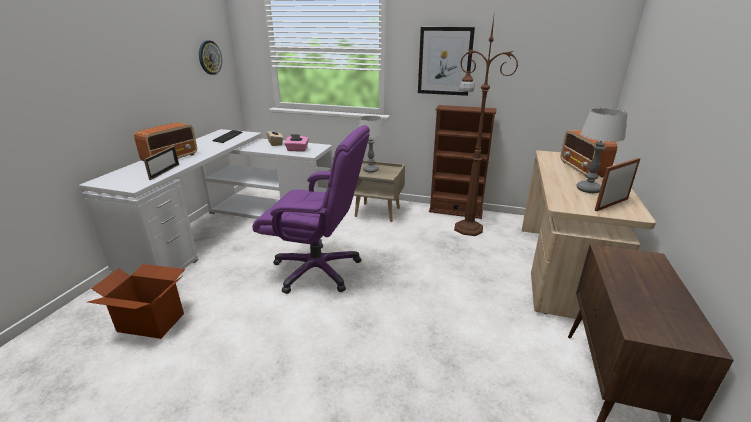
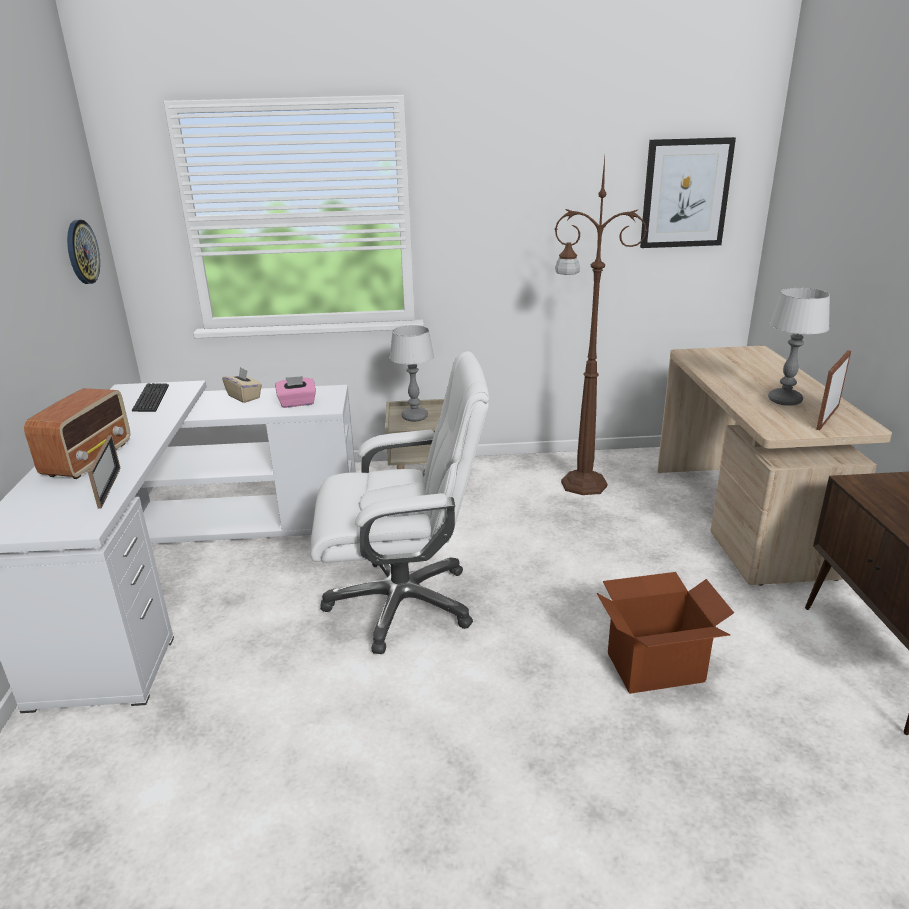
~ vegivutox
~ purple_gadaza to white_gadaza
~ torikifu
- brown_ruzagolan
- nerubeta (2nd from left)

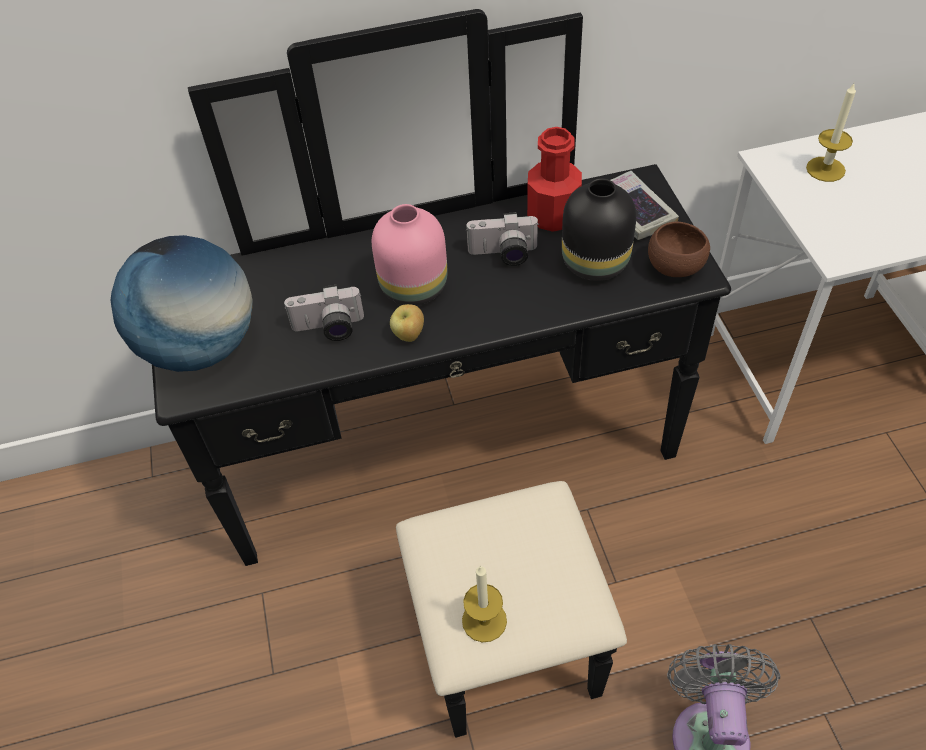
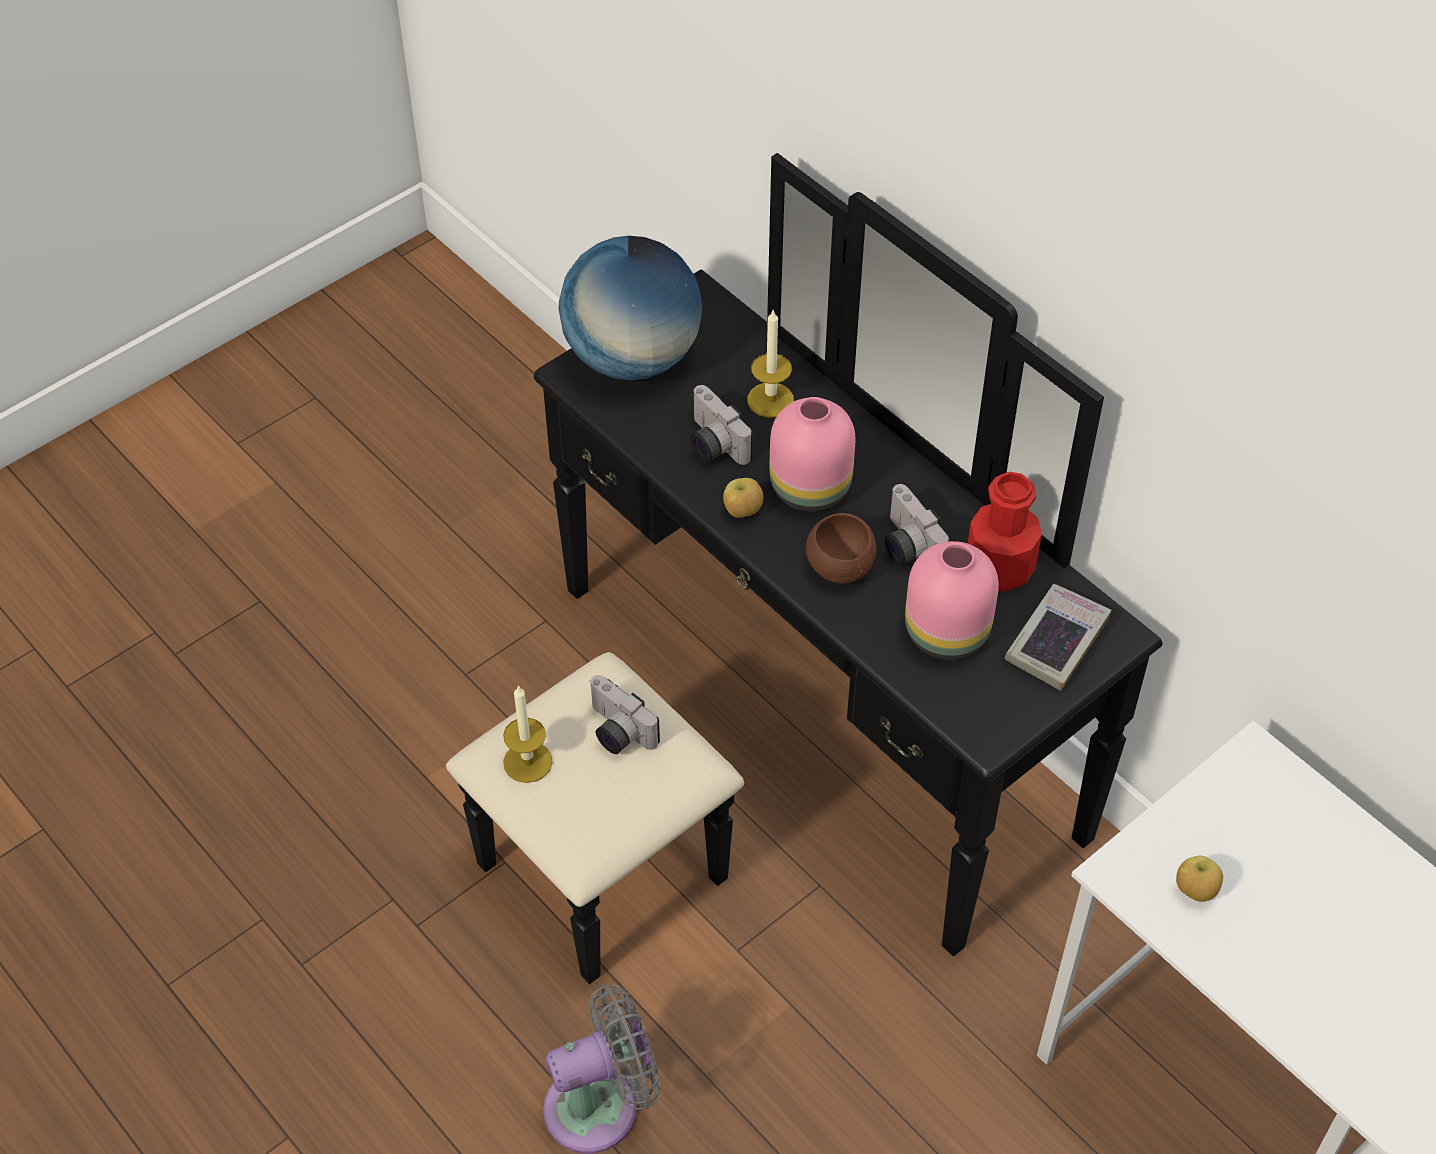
~ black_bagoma to pink_bagoma (2nd from left)
~ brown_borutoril
~ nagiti (2nd from left)
+ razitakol (1st from left)
+ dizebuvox (2nd from left)

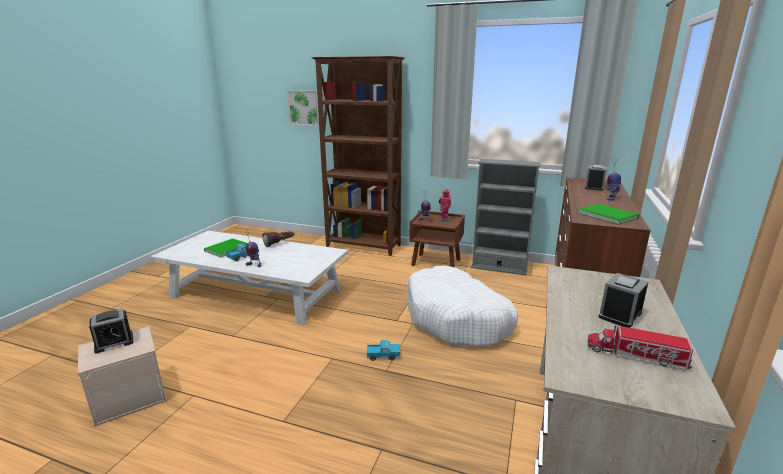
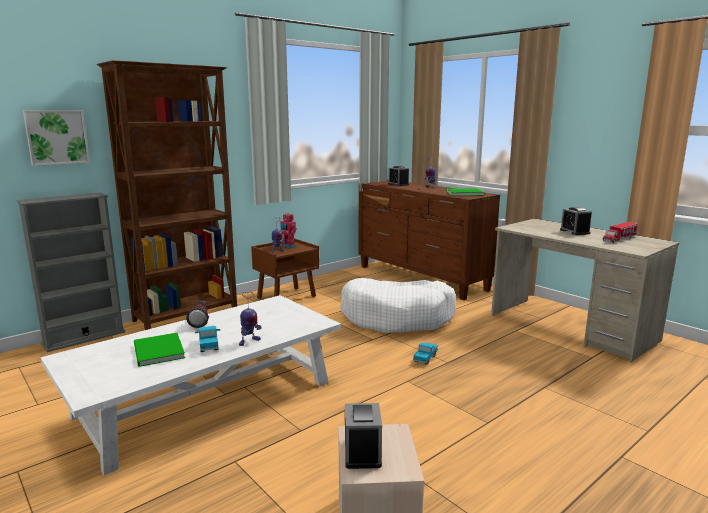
~ grey_ruzagolan

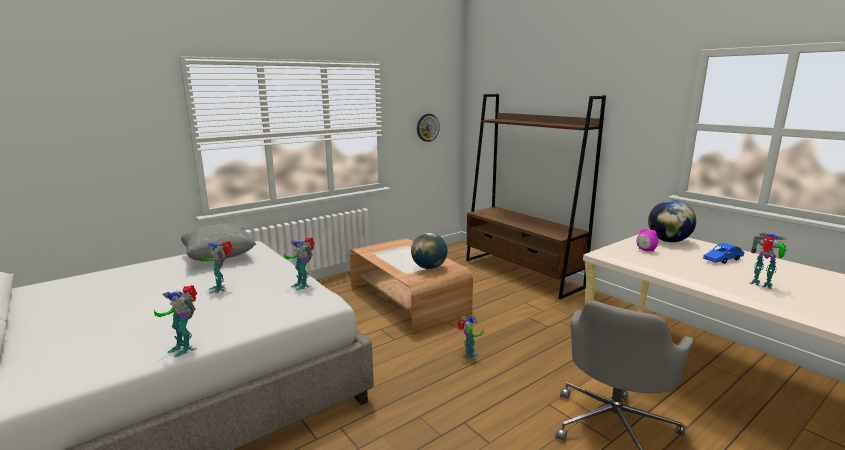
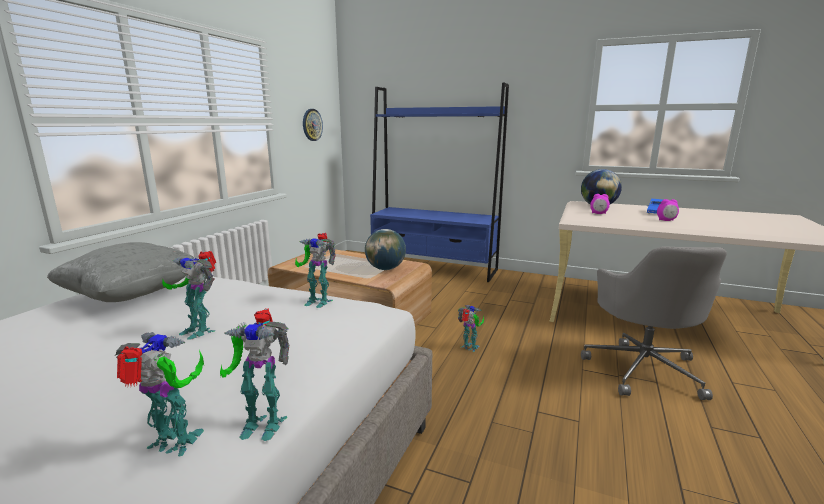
~ brown_ruzagolan to blue_ruzagolan
~ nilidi (5th from left in the first image) to nilidi (1st from left)
+ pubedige (2nd from left)

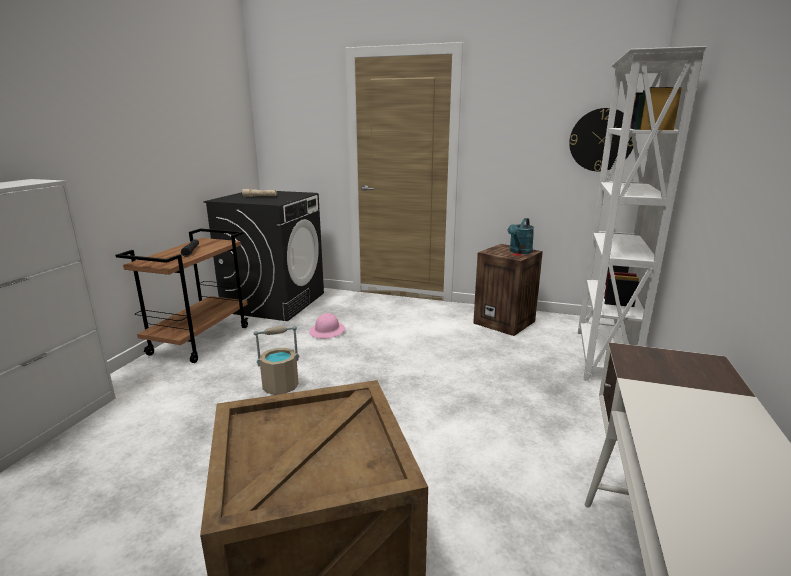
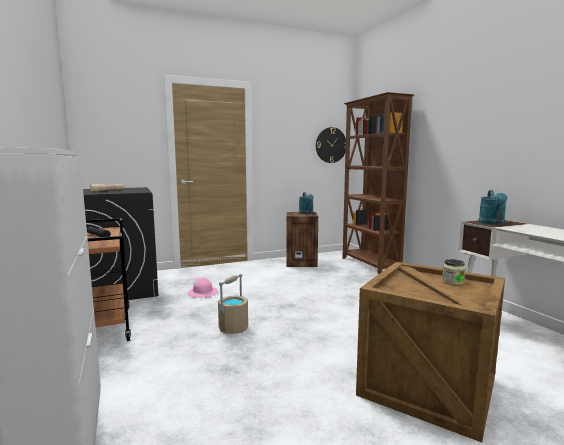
~ white_ruzagolan to brown_ruzagolan
+ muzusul
+ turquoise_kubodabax (2nd from left)

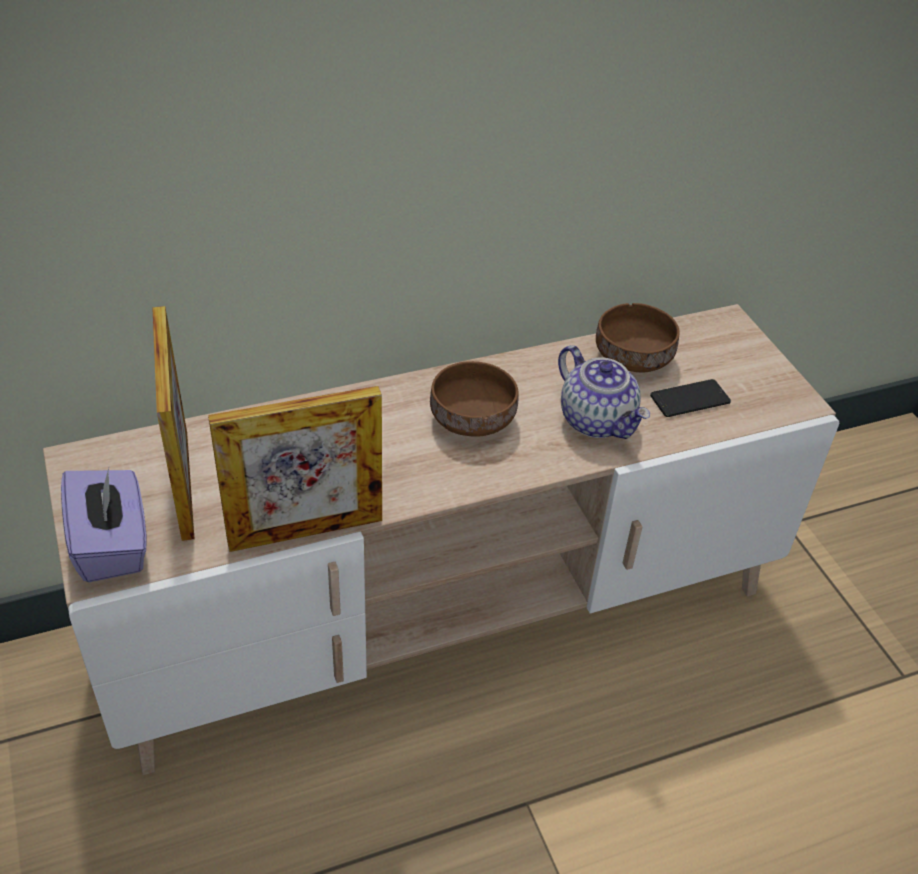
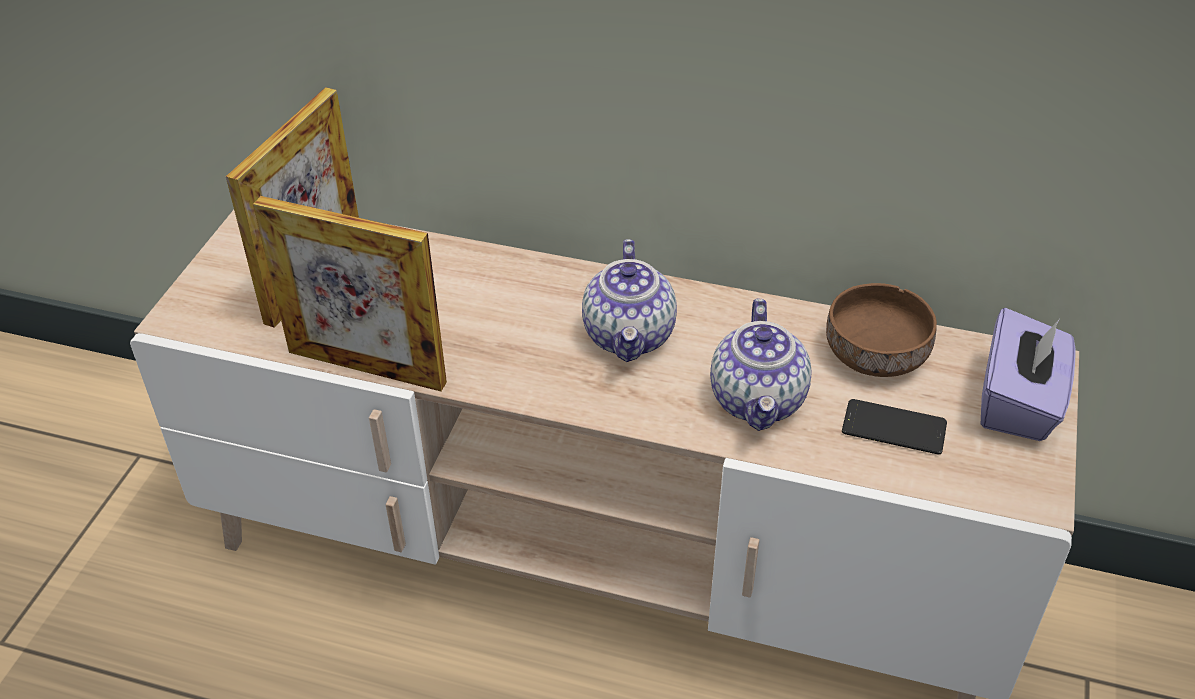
~ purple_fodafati
~ brown_borutoril (1st from left) to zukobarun (1st from left)

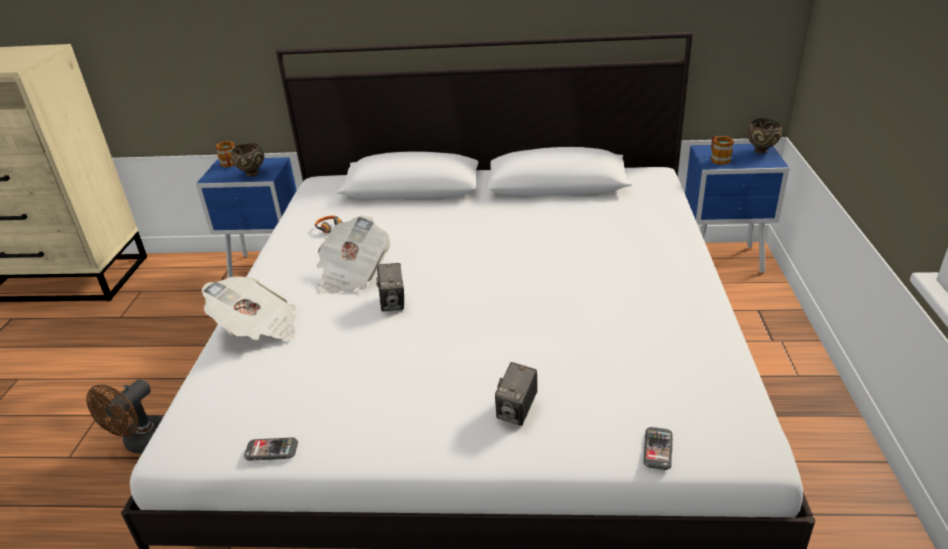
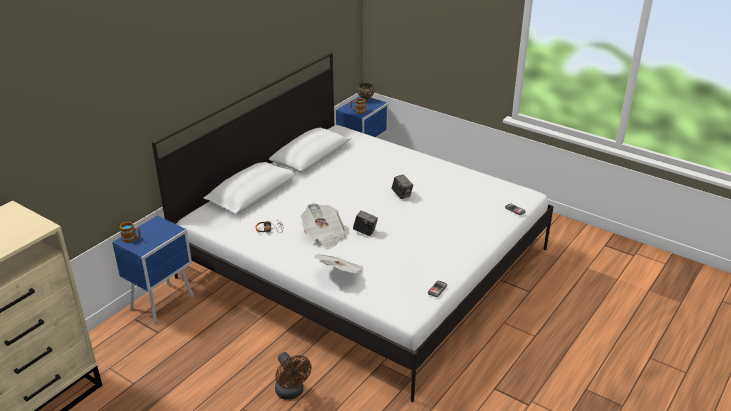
- brown_borutoril (1st from left)
~ razitakol (2nd from left)

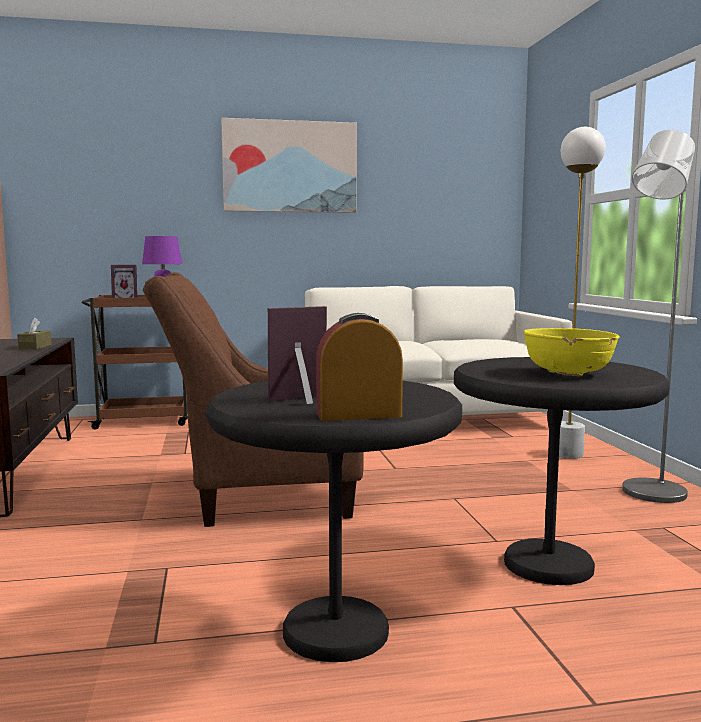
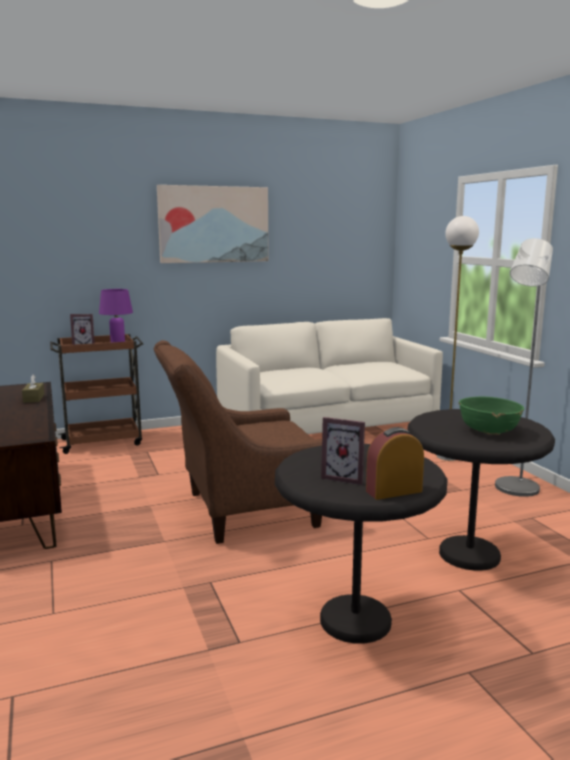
~ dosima (2nd from left) 120 degrees counterclockwise
~ yellow_borutoril to green_borutoril

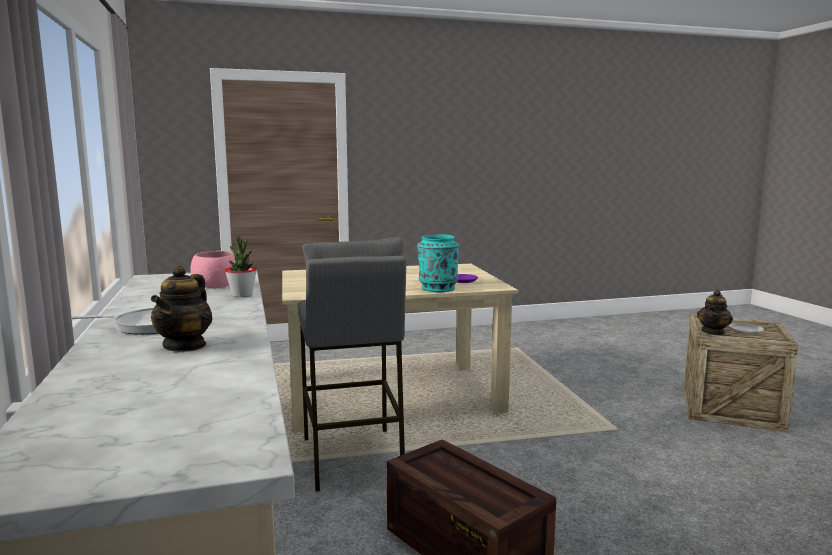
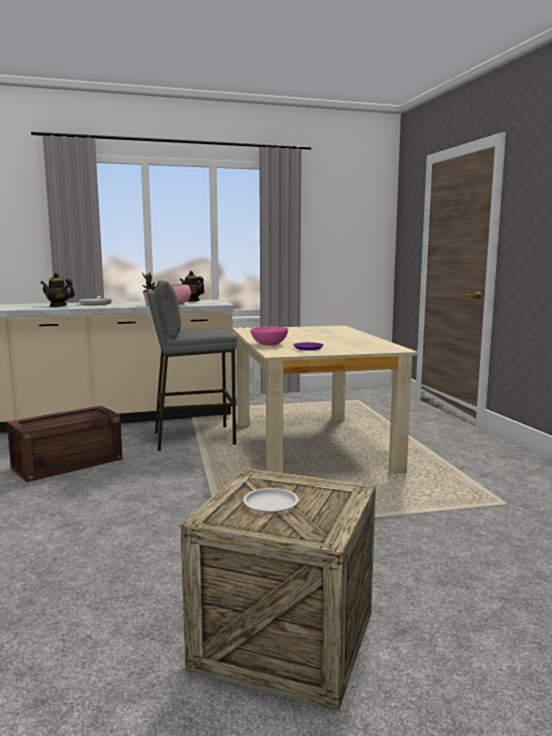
~ turquoise_bagoma to pink_borutoril (2nd from left)
~ zukobarun (2nd from left)

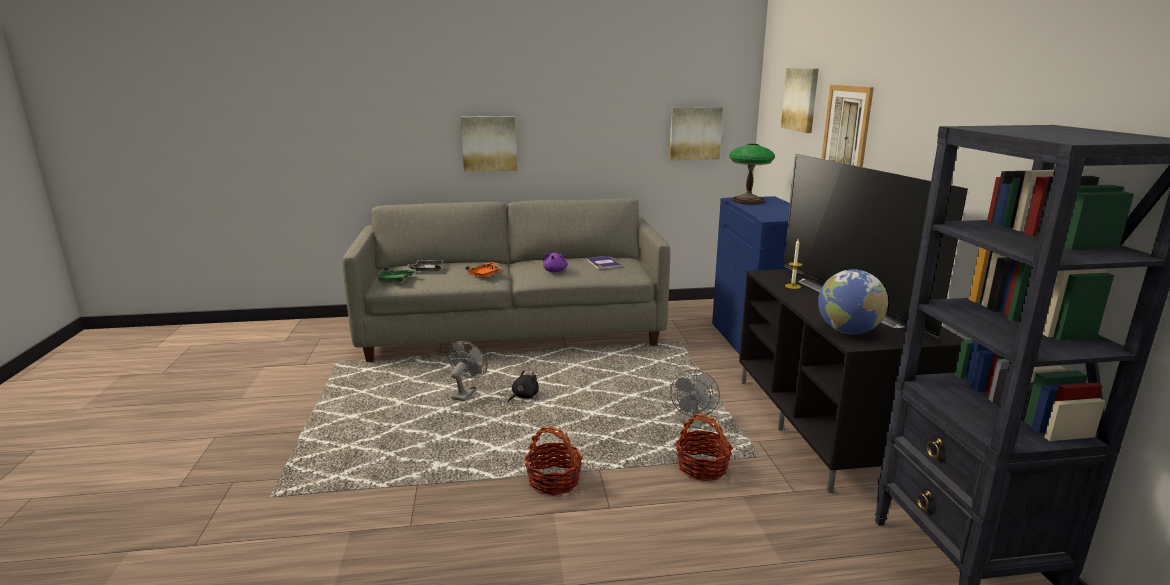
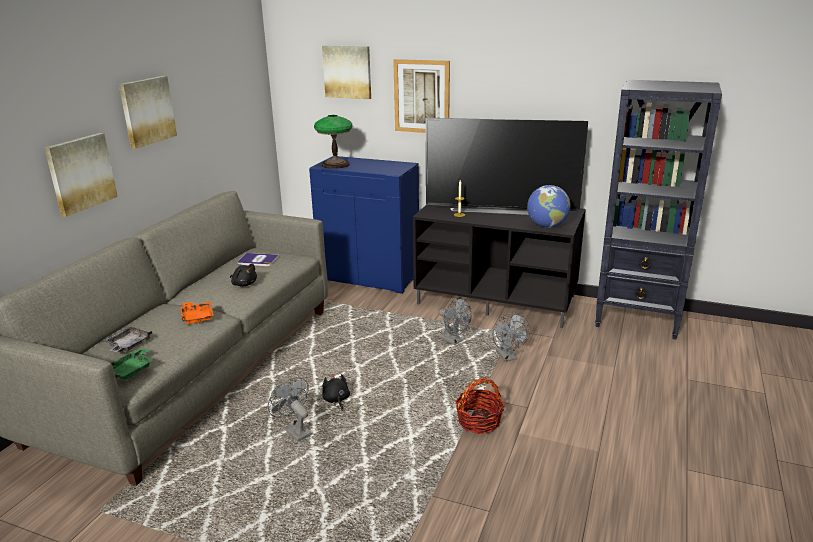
~ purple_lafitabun to black_lafitabun (1st from left)
~ torikifu (2nd from left)
~ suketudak (2nd from left) to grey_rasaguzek (3rd from left)

